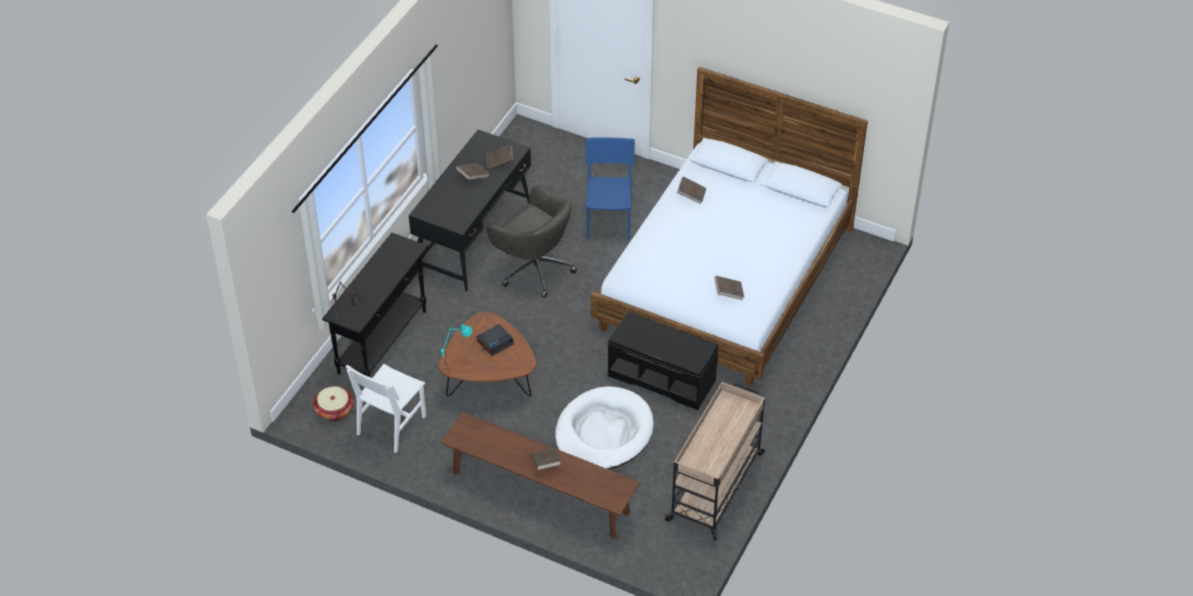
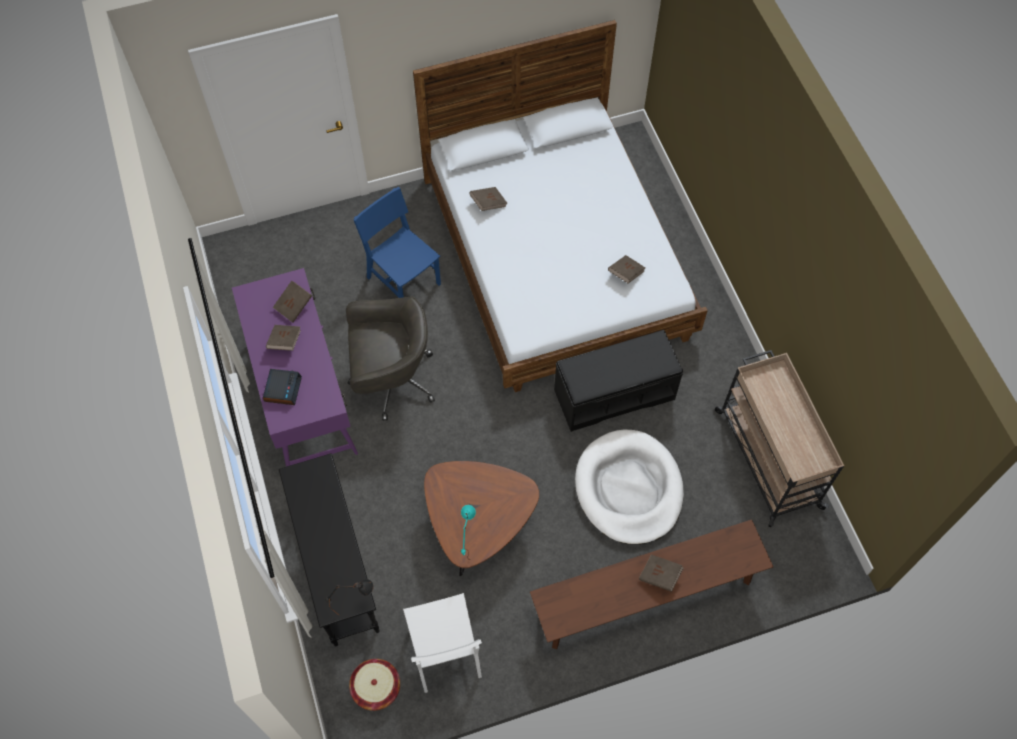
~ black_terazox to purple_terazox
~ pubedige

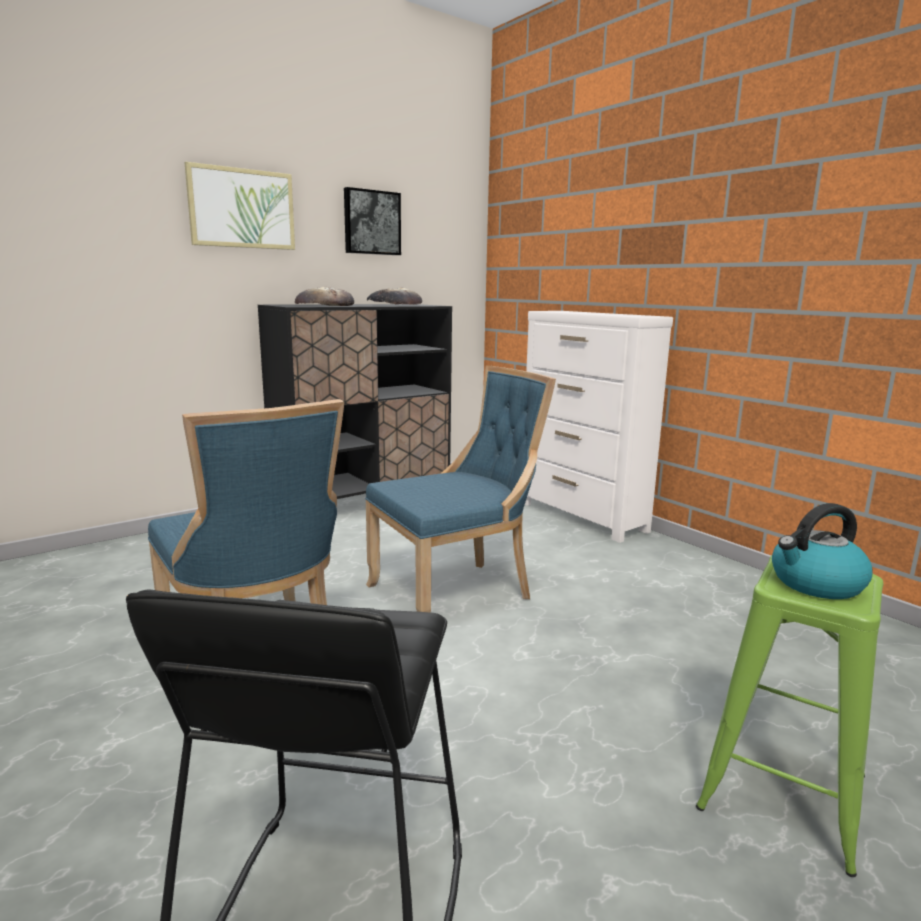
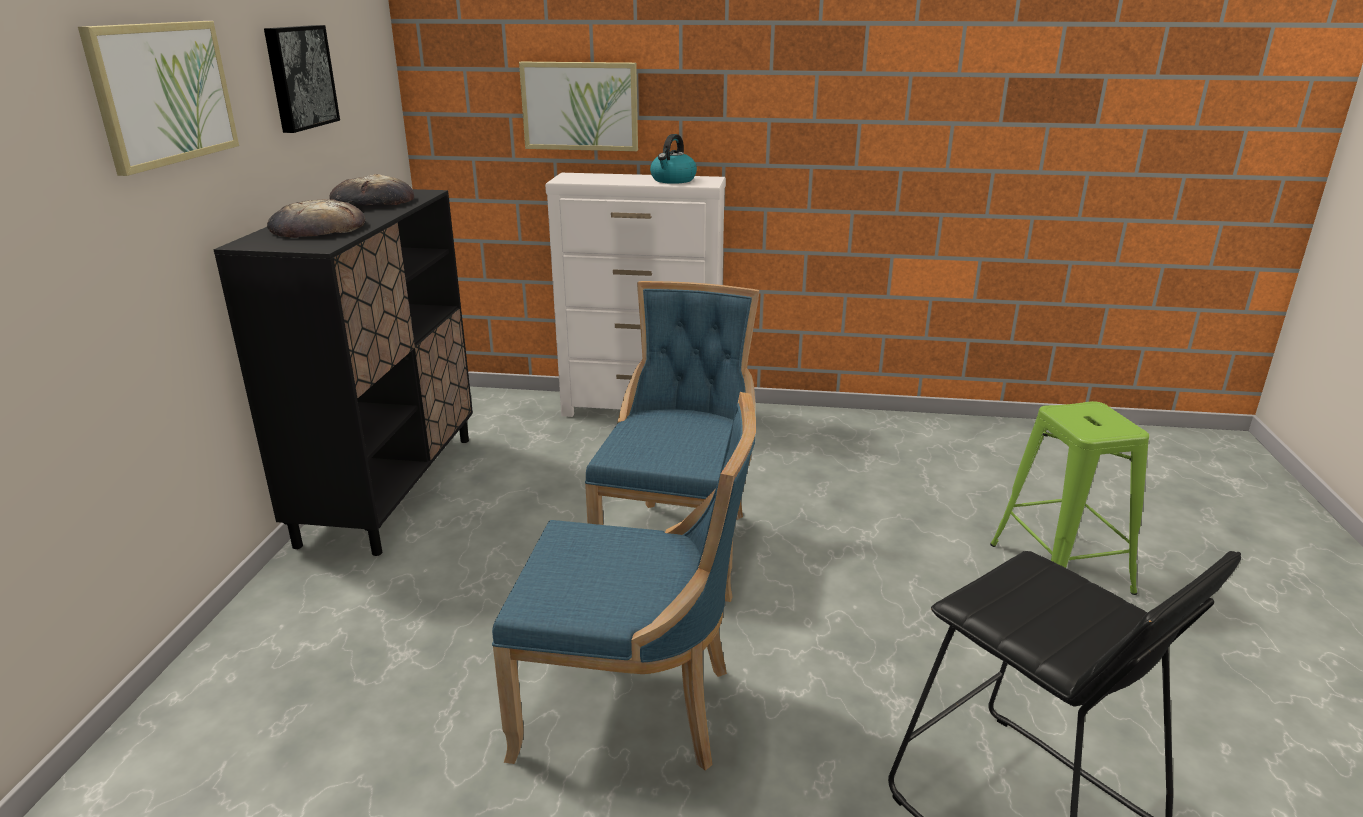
~ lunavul
+ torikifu (3rd from left)

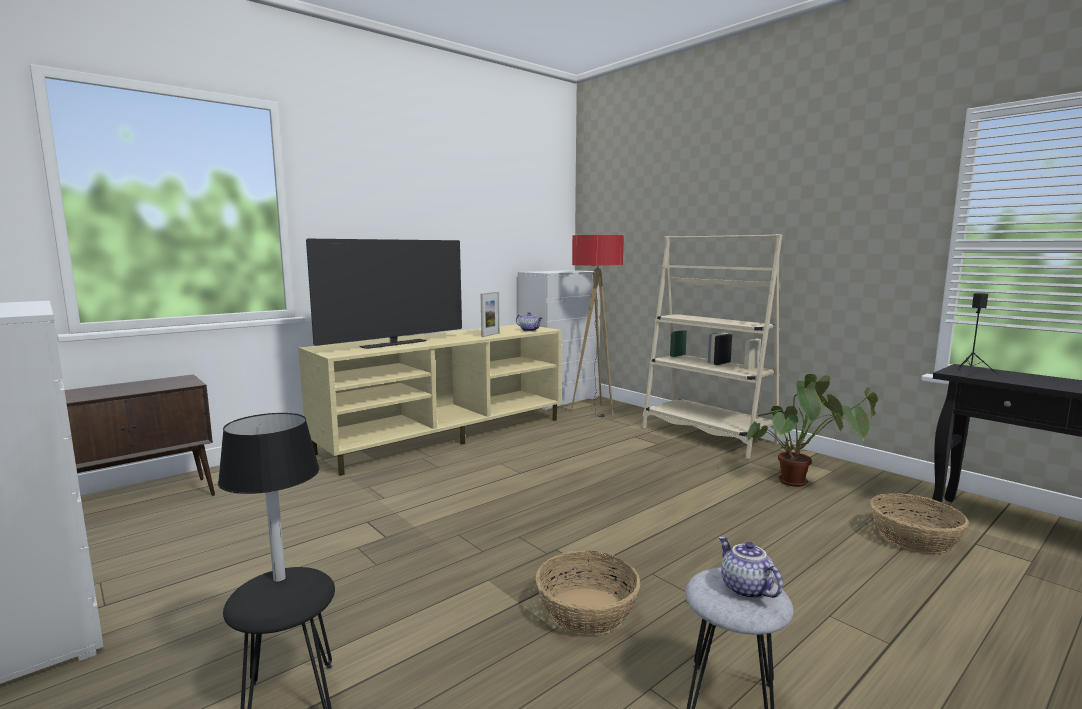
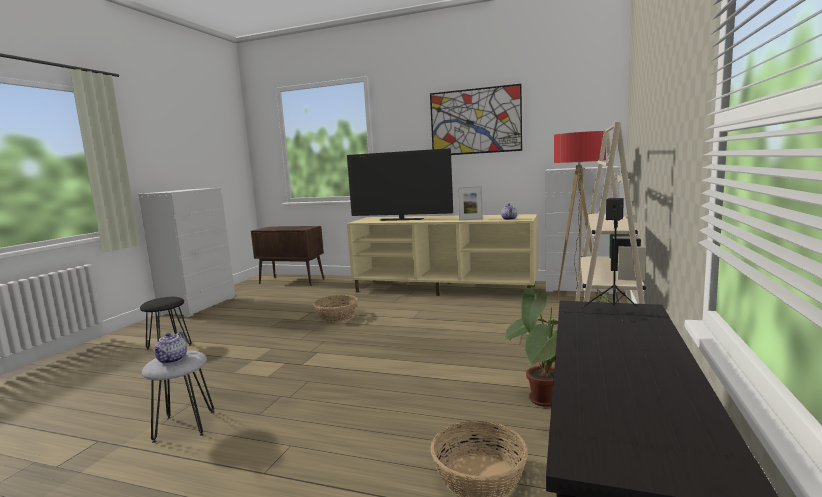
- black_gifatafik
~ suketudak (1st from left)
~ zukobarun (2nd from left in the first image) 150 degrees clockwise
+ torikifu

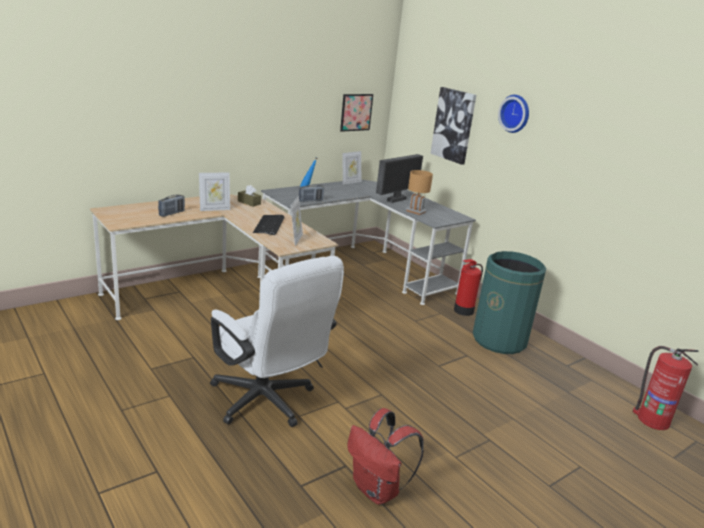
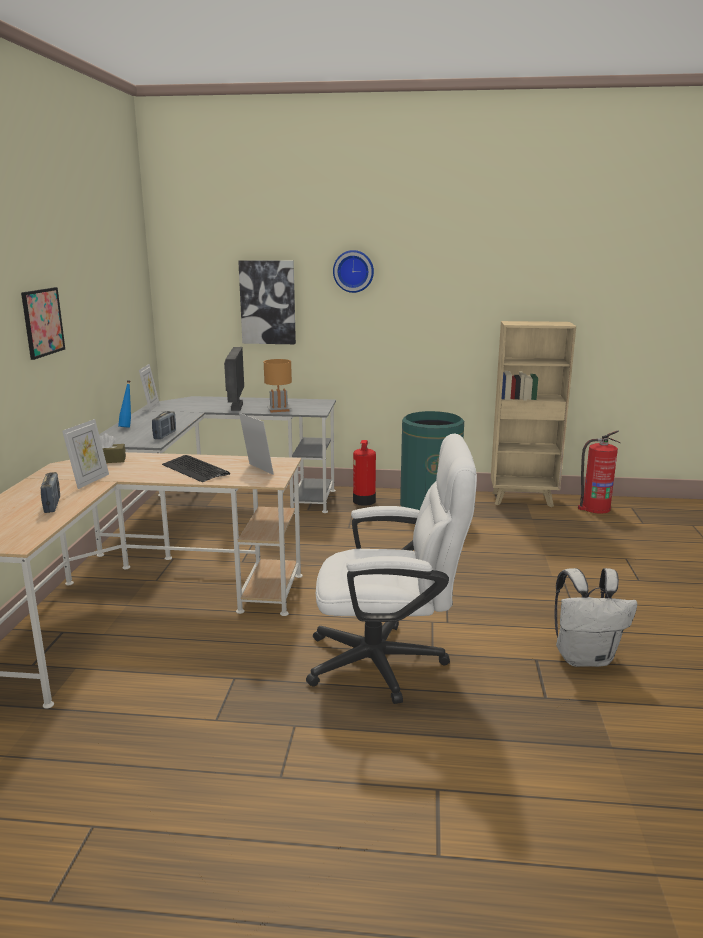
~ torikifu (1st from left)
~ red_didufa to white_didufa
+ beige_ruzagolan

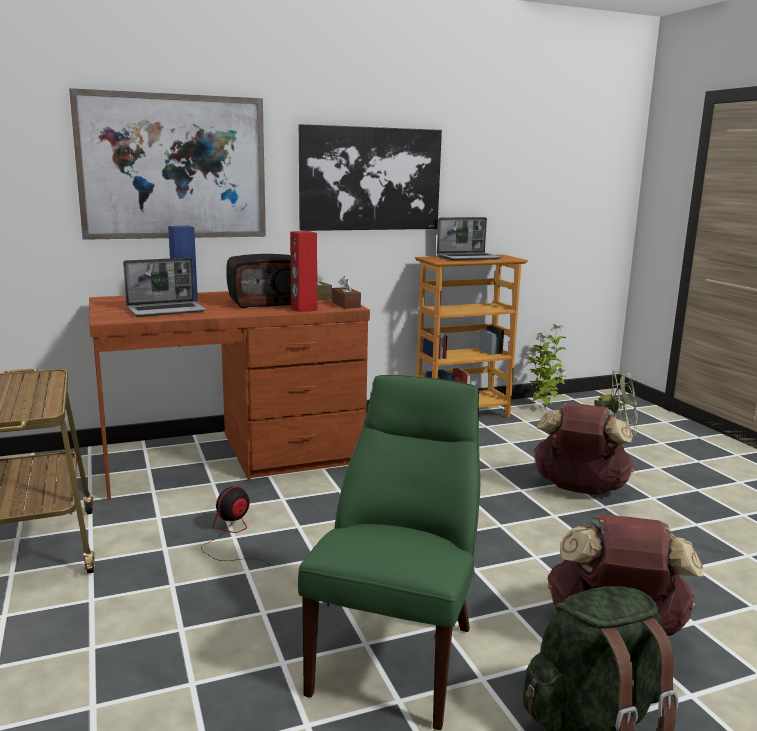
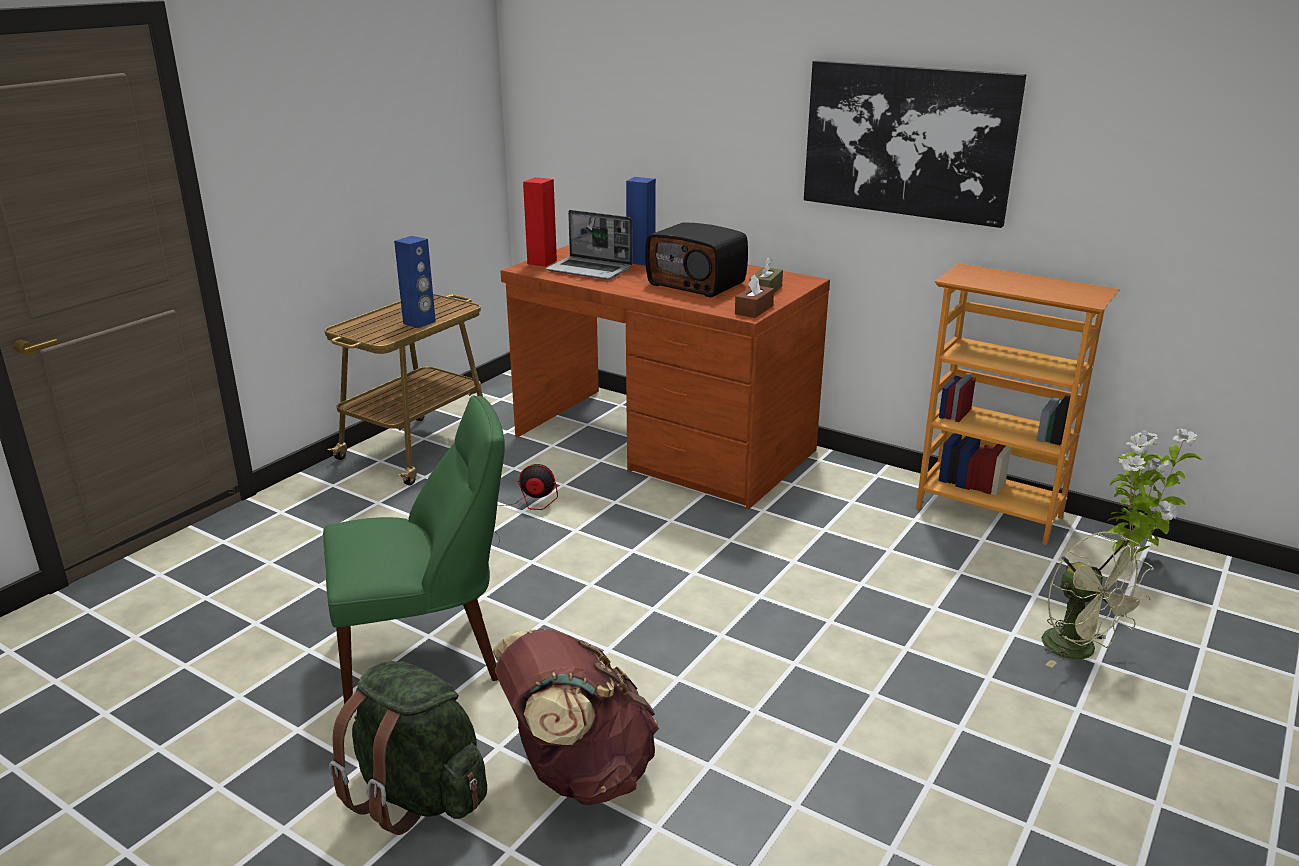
- torikifu (1st from left)
~ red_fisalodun
- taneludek (2nd from left)
- brown_didufa (1st from left)
+ blue_fisalodun (1st from left)

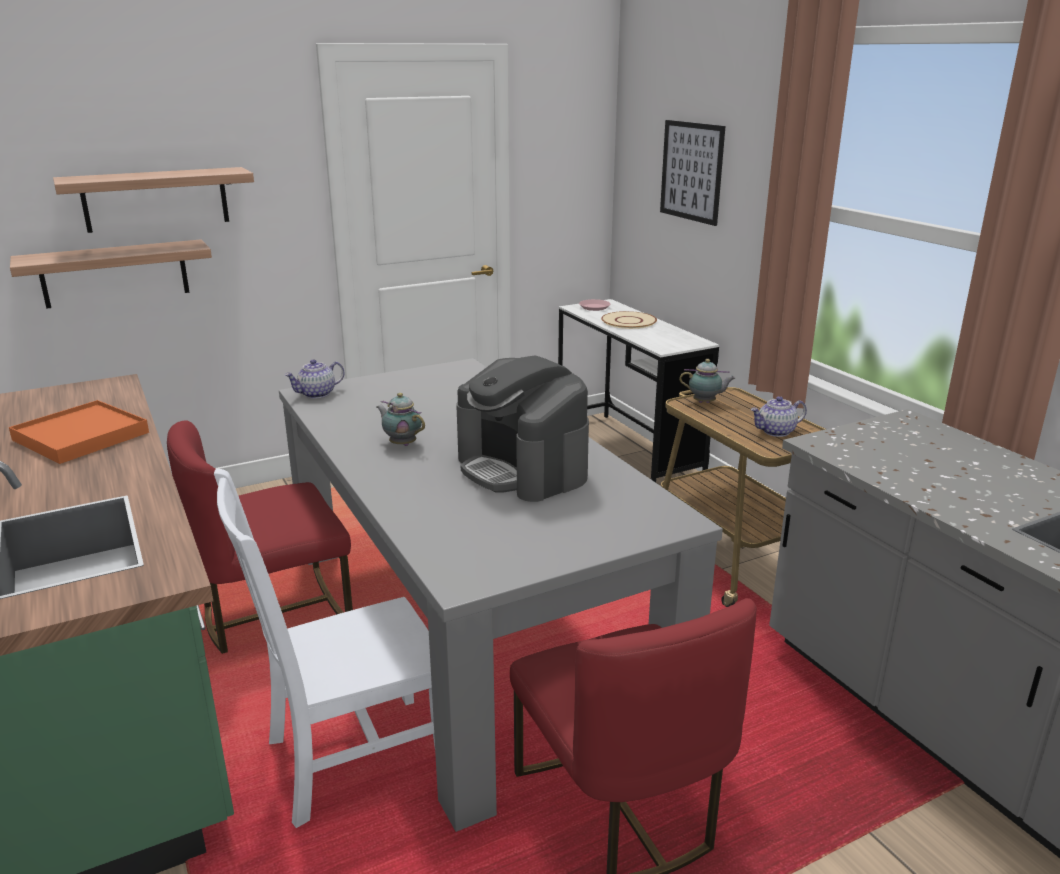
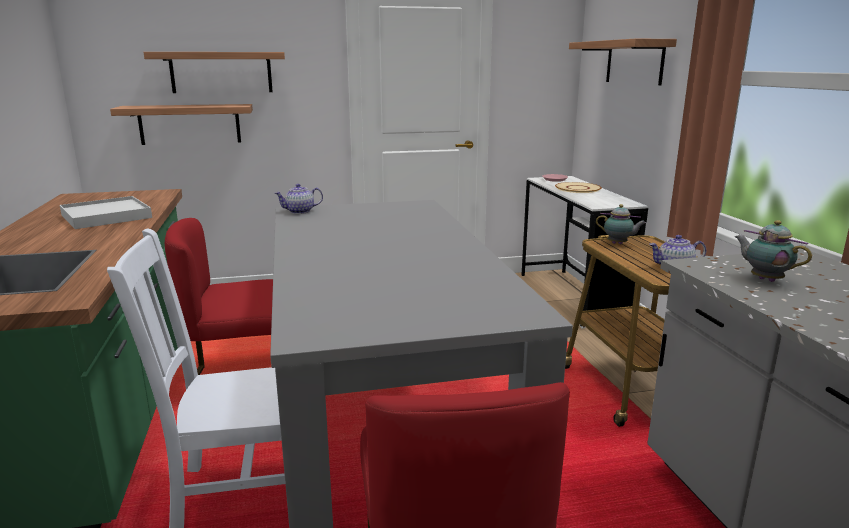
~ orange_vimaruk to white_vimaruk
~ zukobarun (2nd from left in the first image) to zukobarun (4th from left)
- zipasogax
~ torikifu to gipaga (3rd from left)

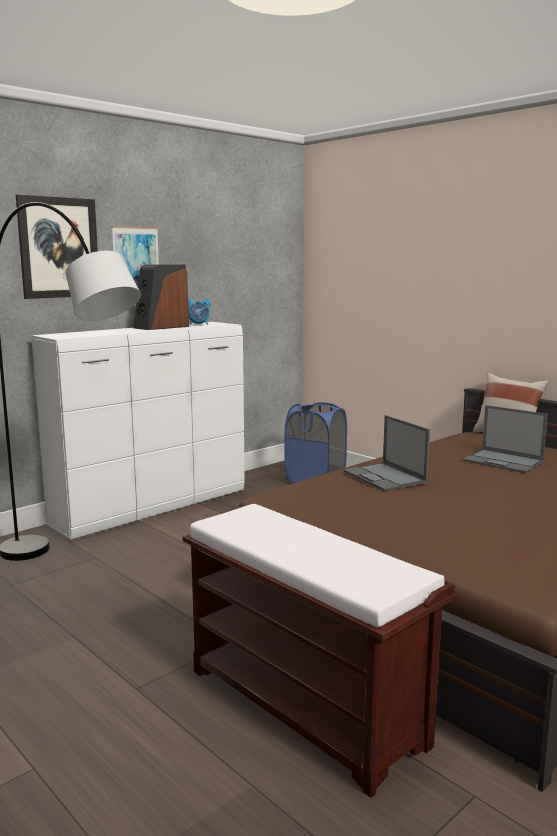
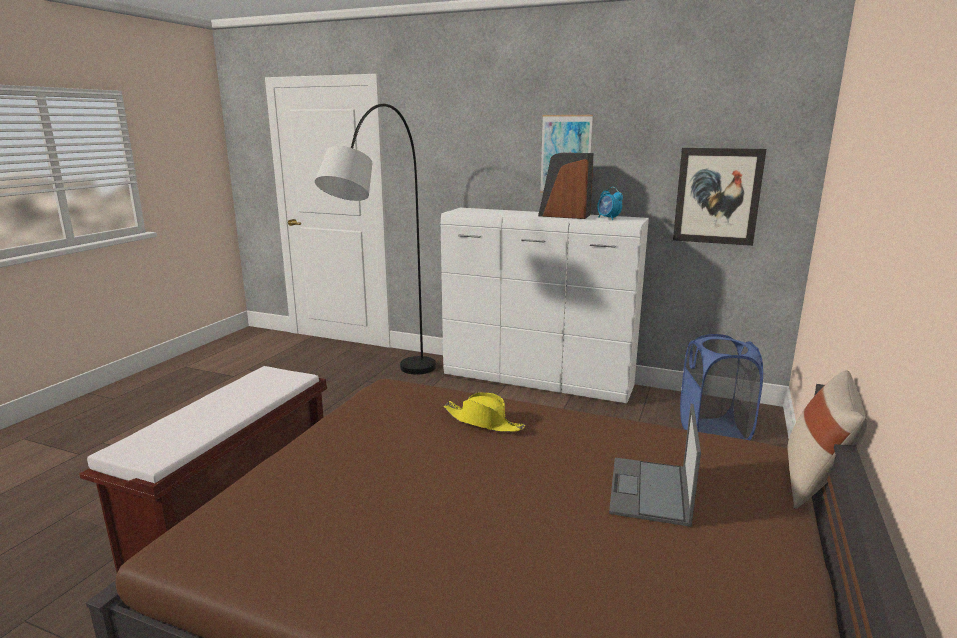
~ torikifu (1st from left in the first image) to torikifu (2nd from left)
~ taneludek (1st from left) to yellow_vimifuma

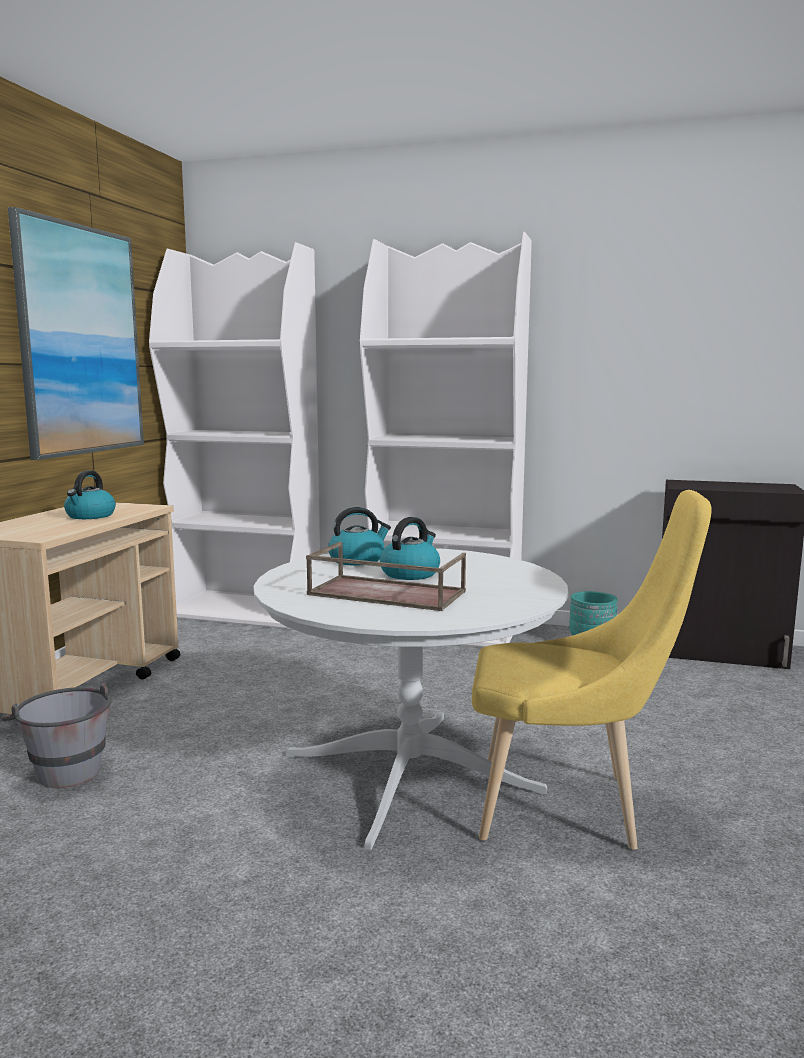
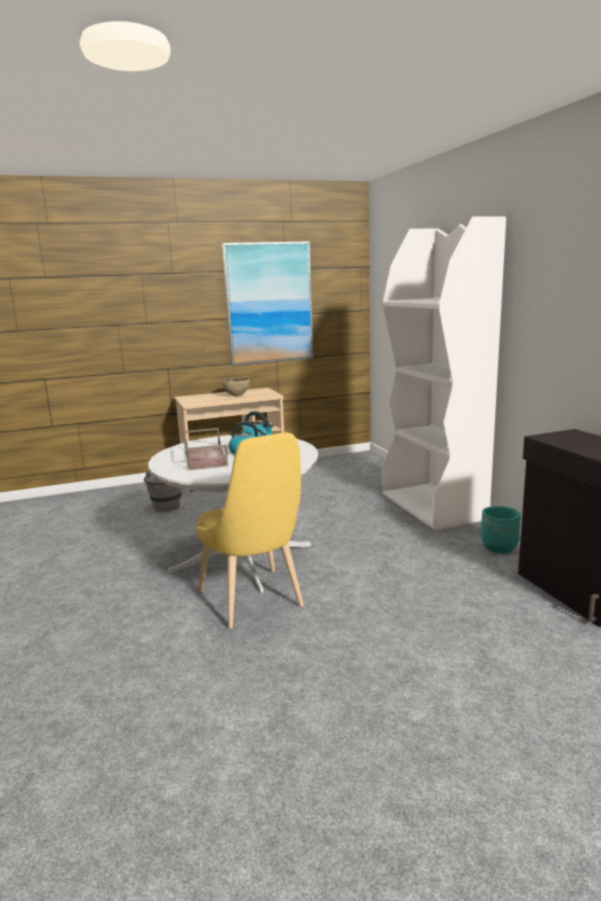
~ lunavul (1st from left) to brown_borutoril
- white_ruzagolan (1st from left)

